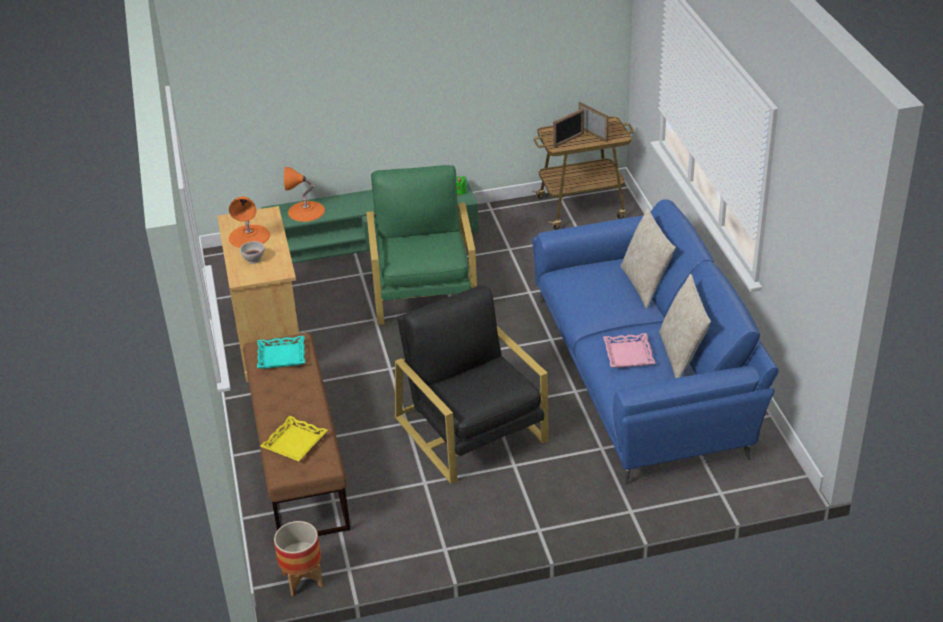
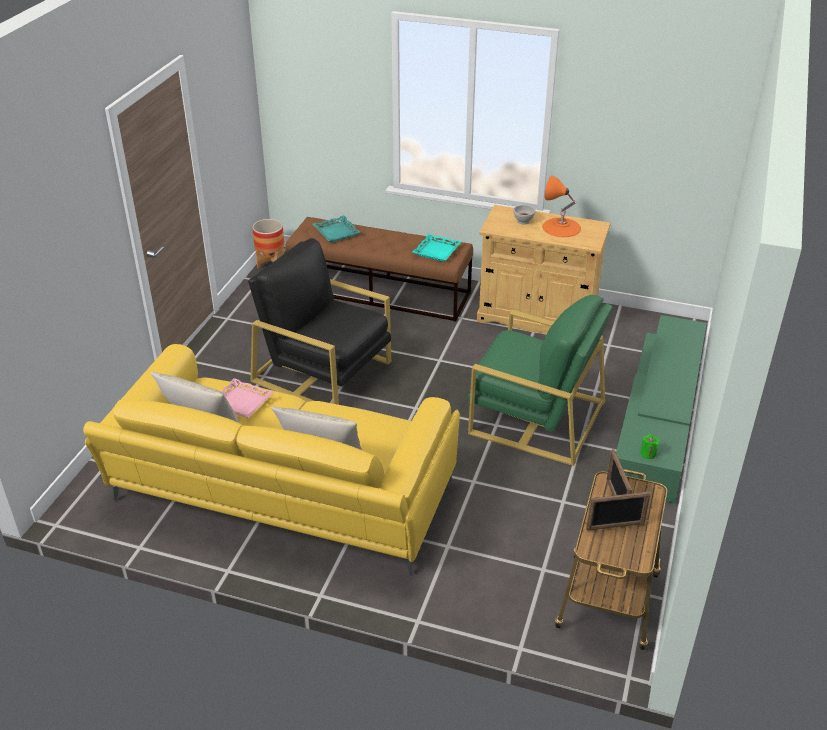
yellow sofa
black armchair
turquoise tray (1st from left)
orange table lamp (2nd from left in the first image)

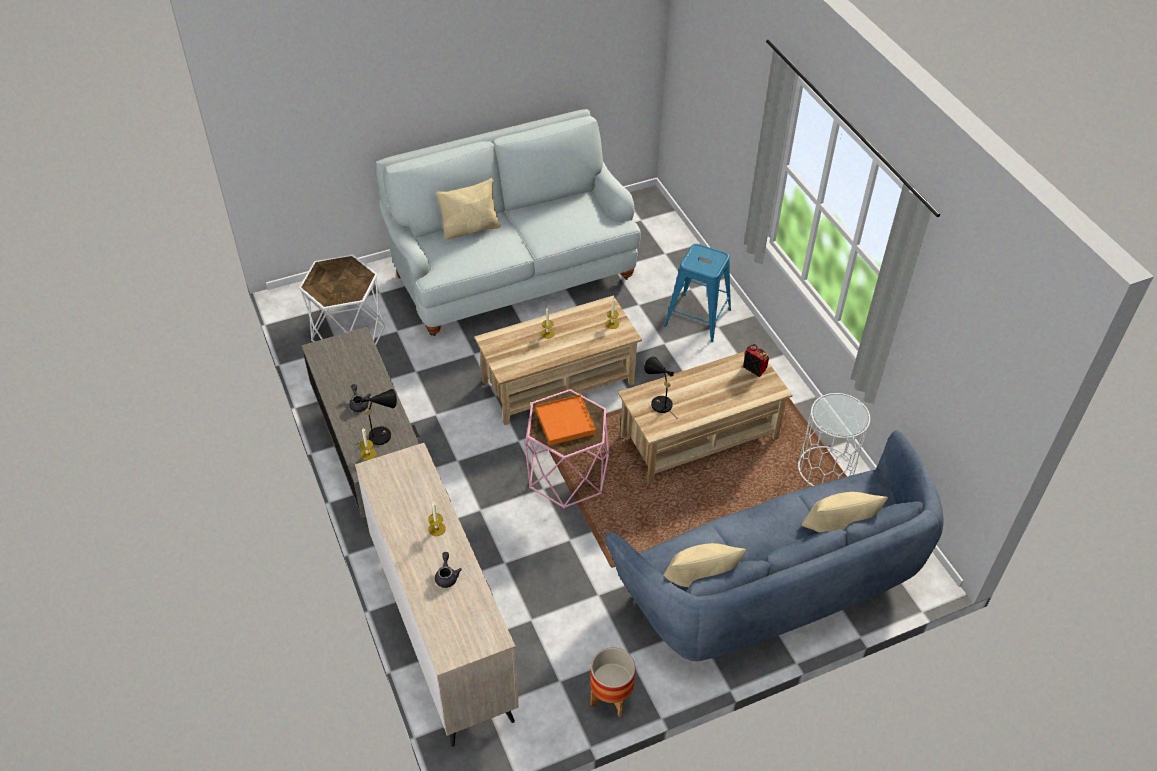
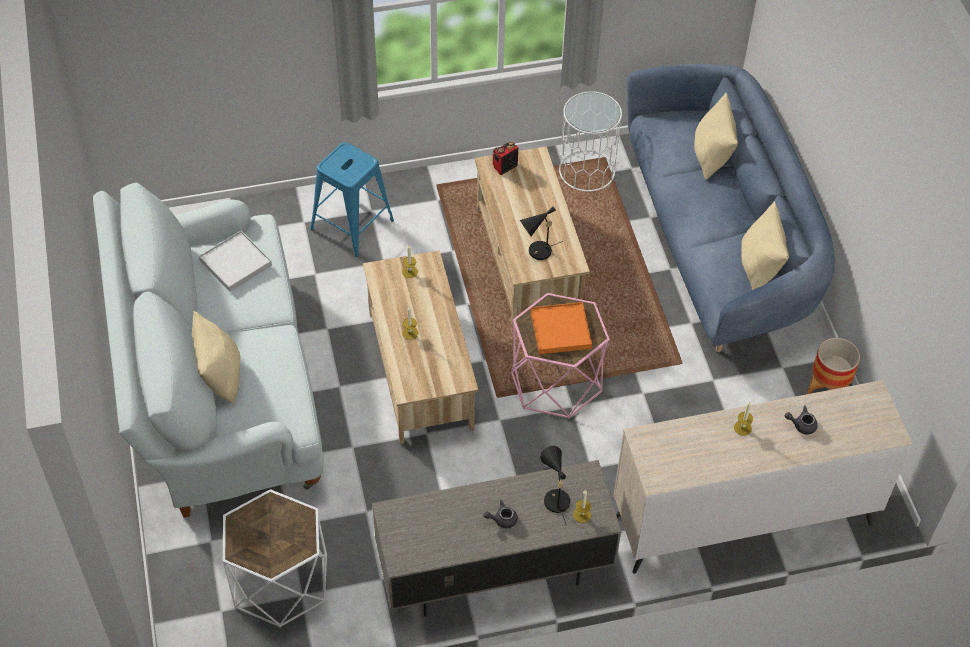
white tray

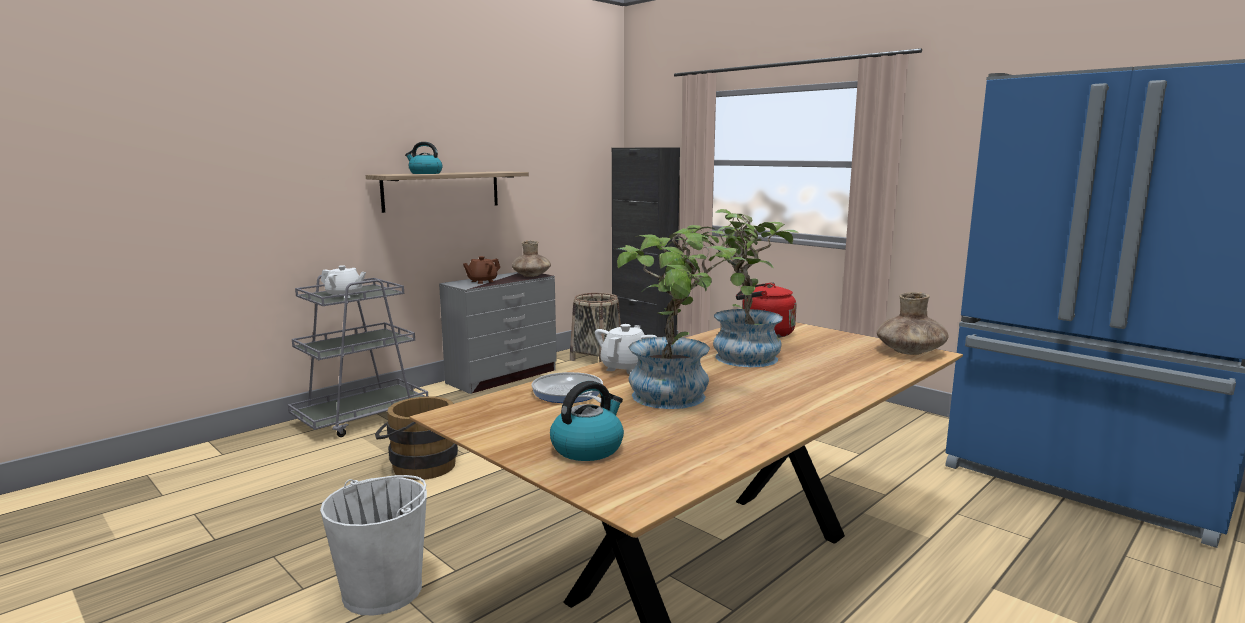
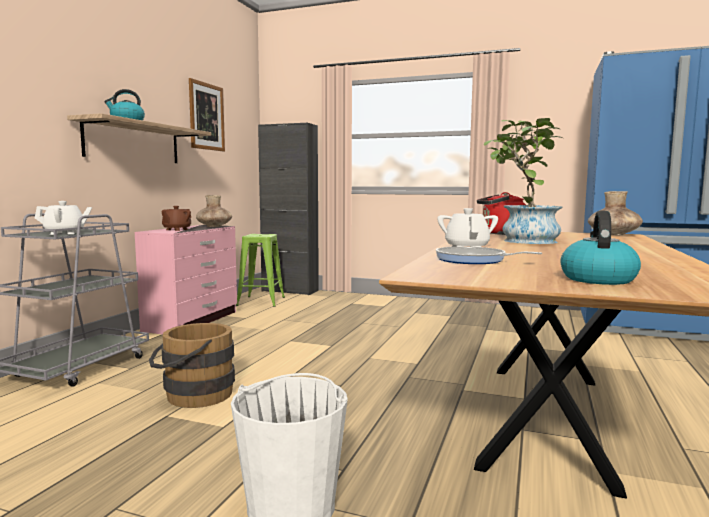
pink dresser
picture
green stool
potted plant (1st from left in the first image)

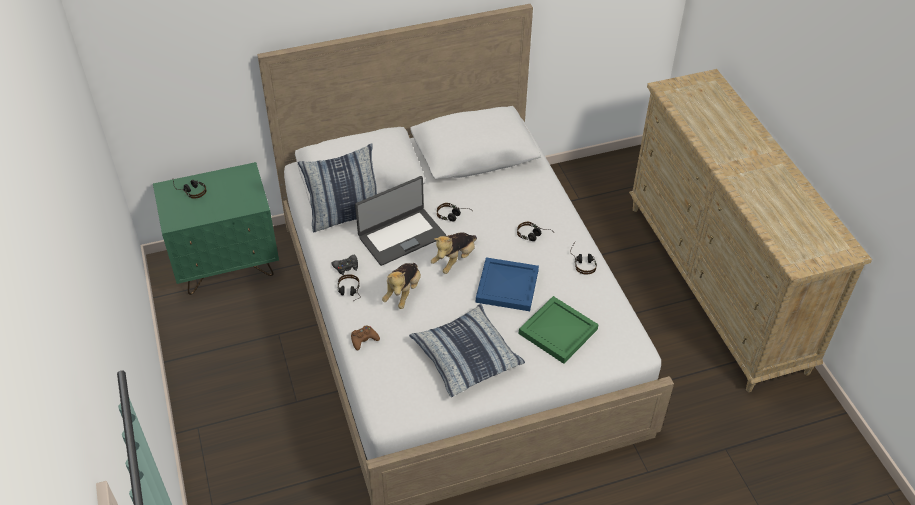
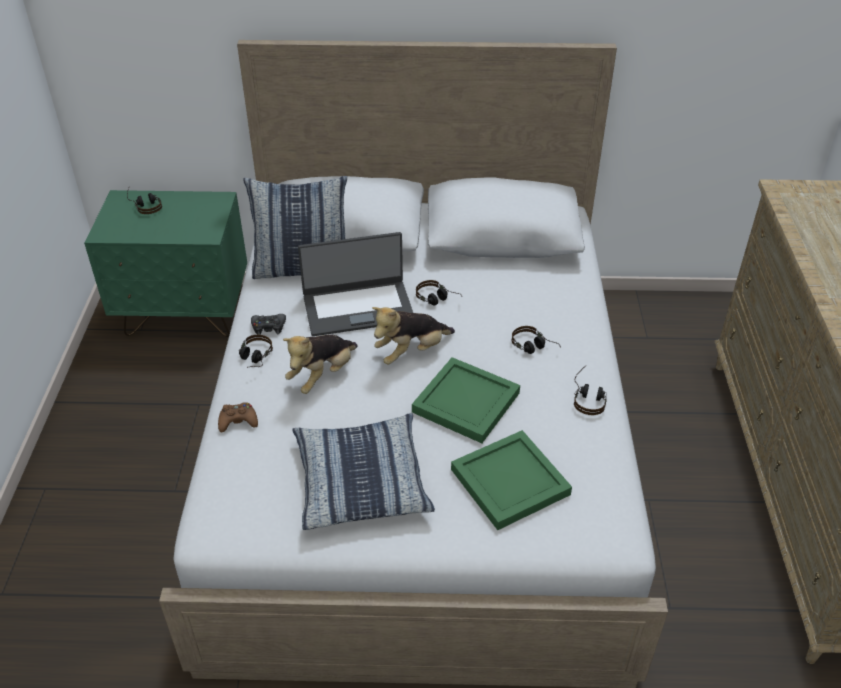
green tray (1st from left)

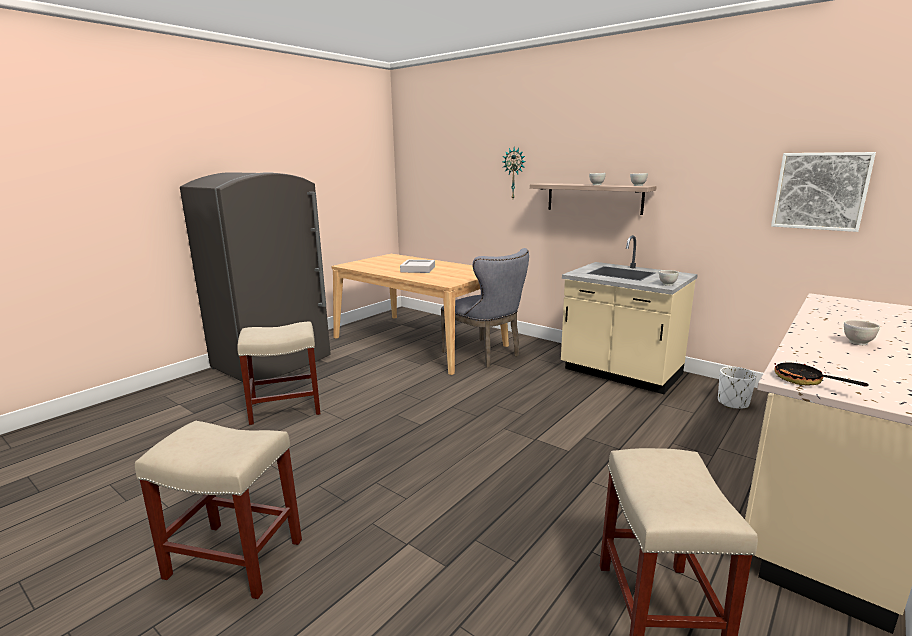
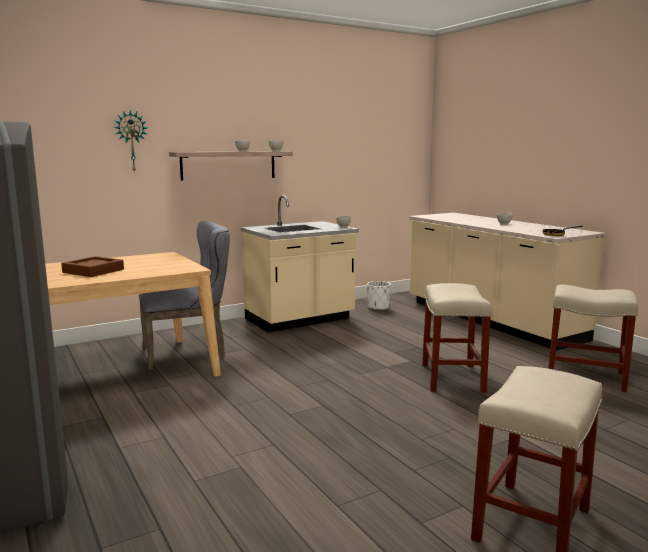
brown tray
beige stool (1st from left)
picture

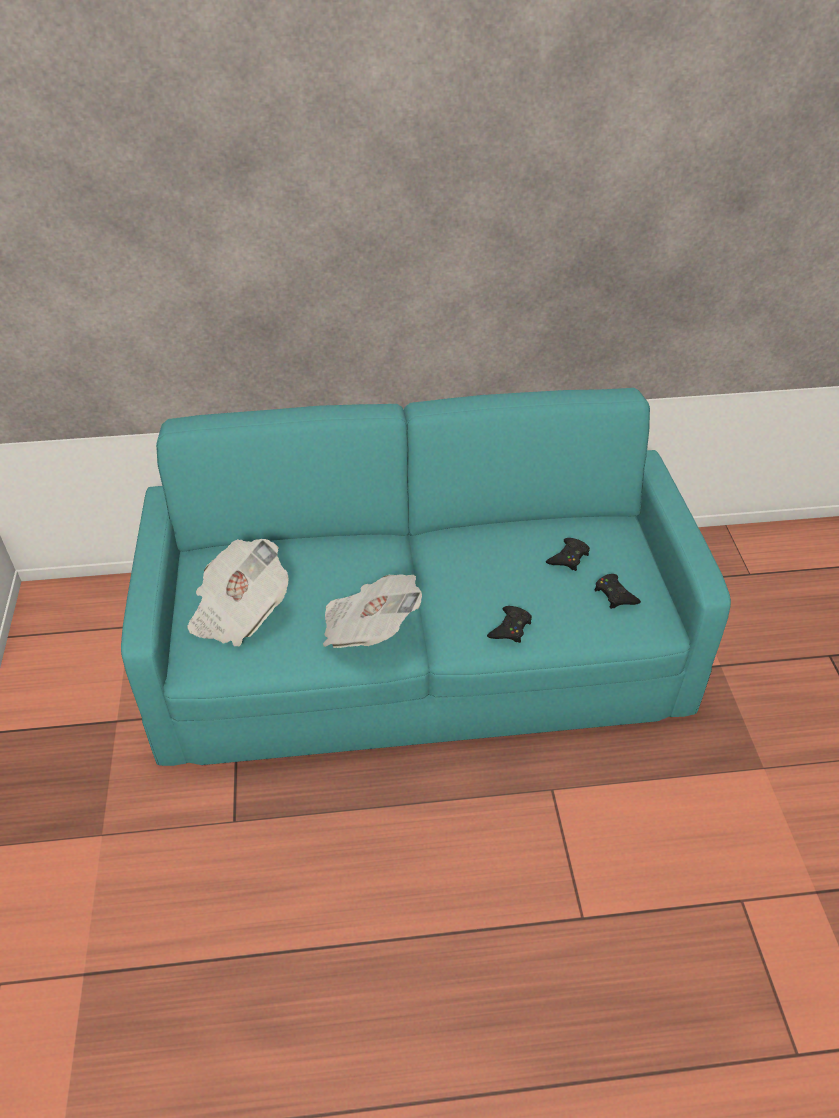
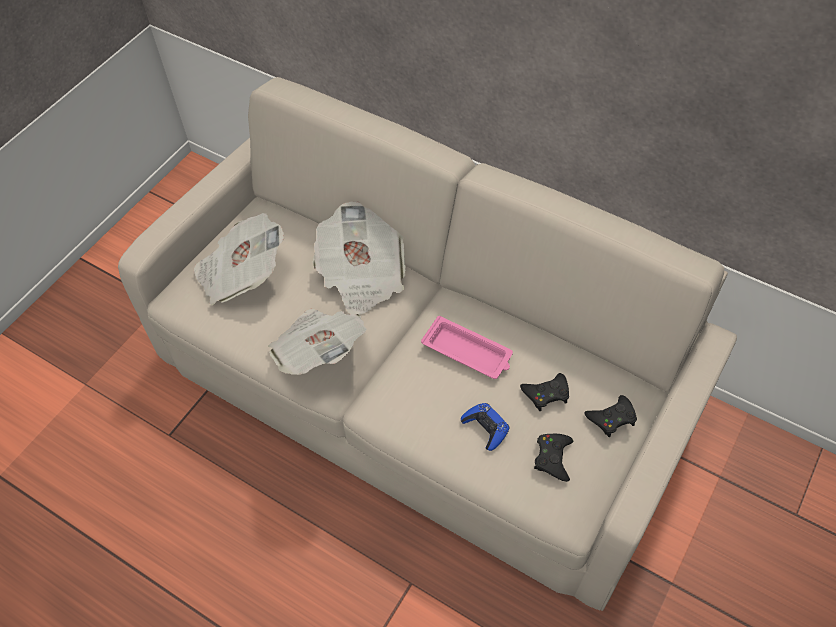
beige sofa
newspaper (3rd from left)
pink tray
blue game controller
black game controller (3rd from left)

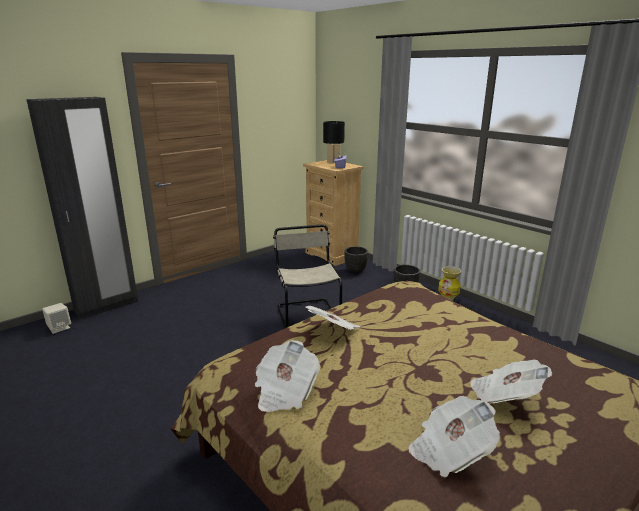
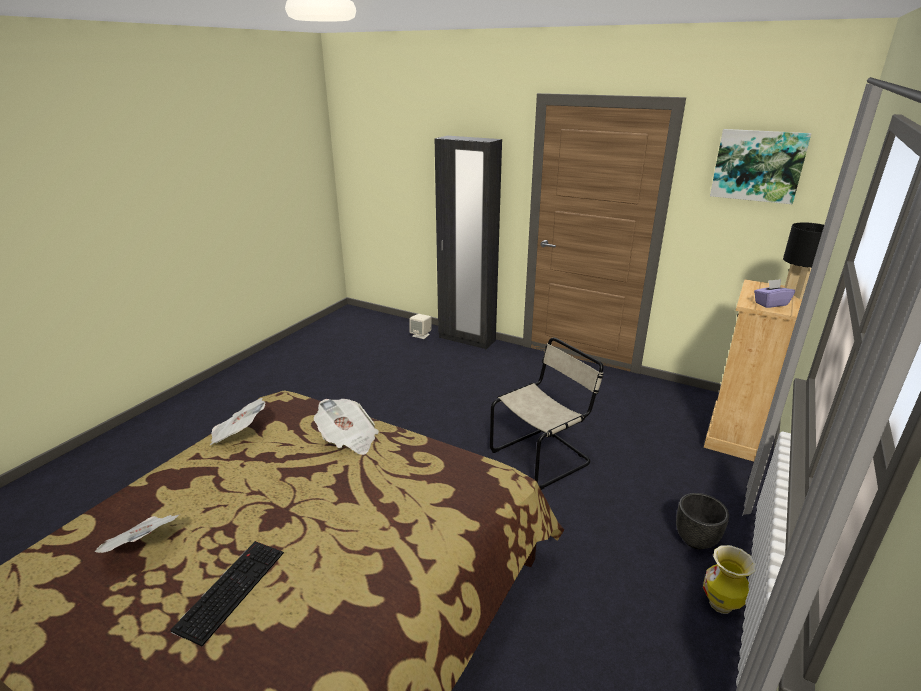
keyboard
picture
black planter (1st from left in the first image)

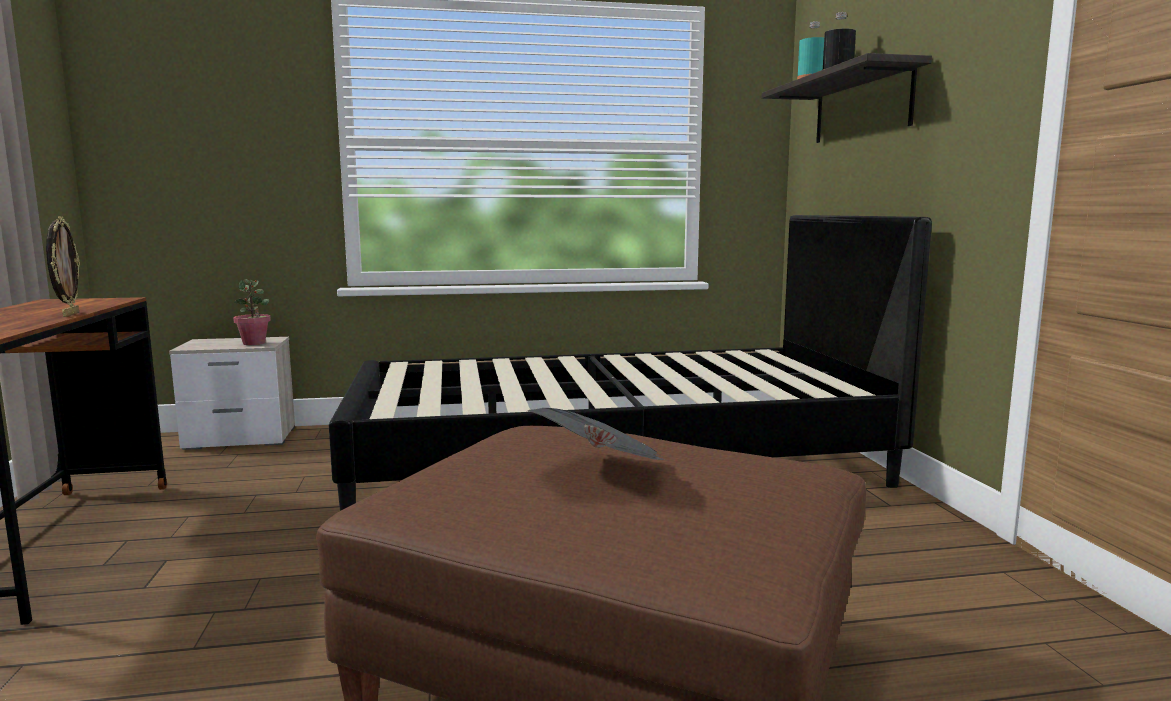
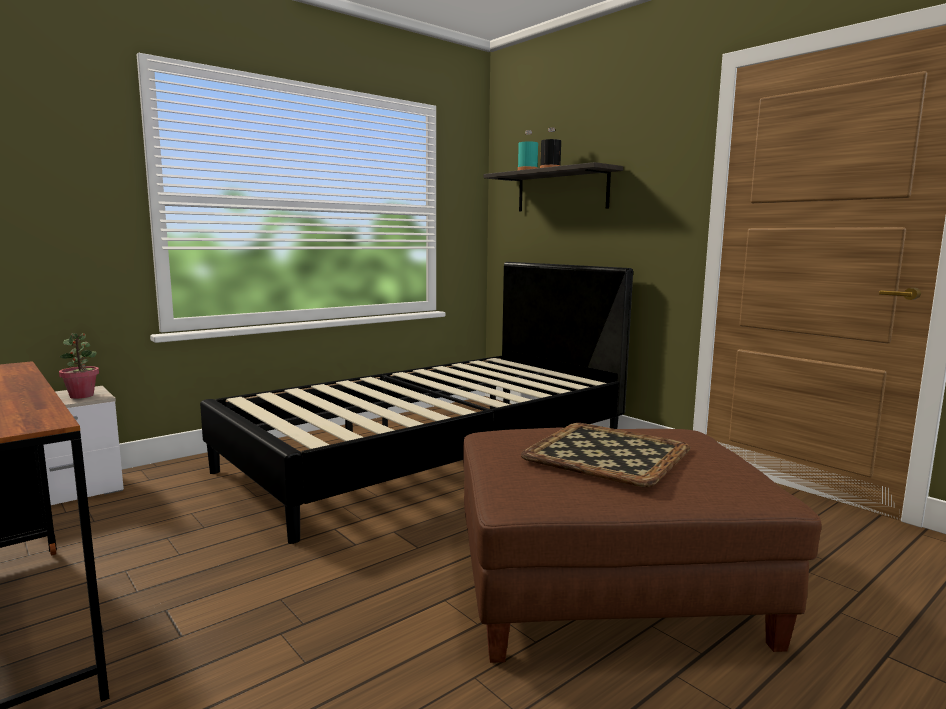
tray
picture frame

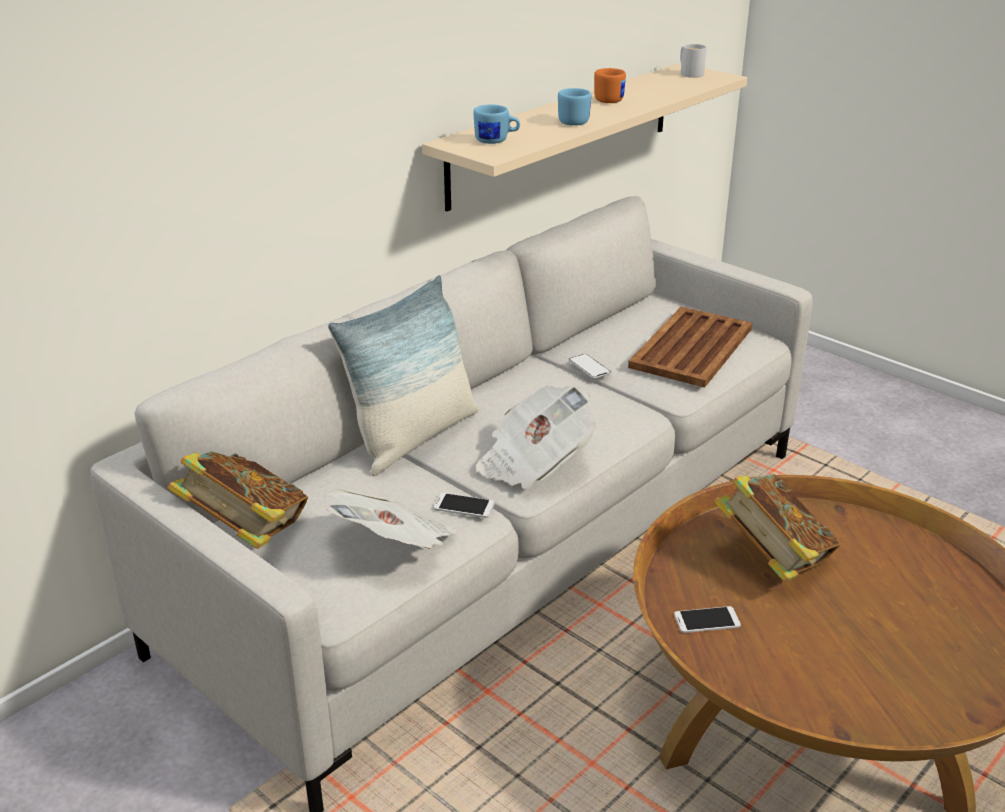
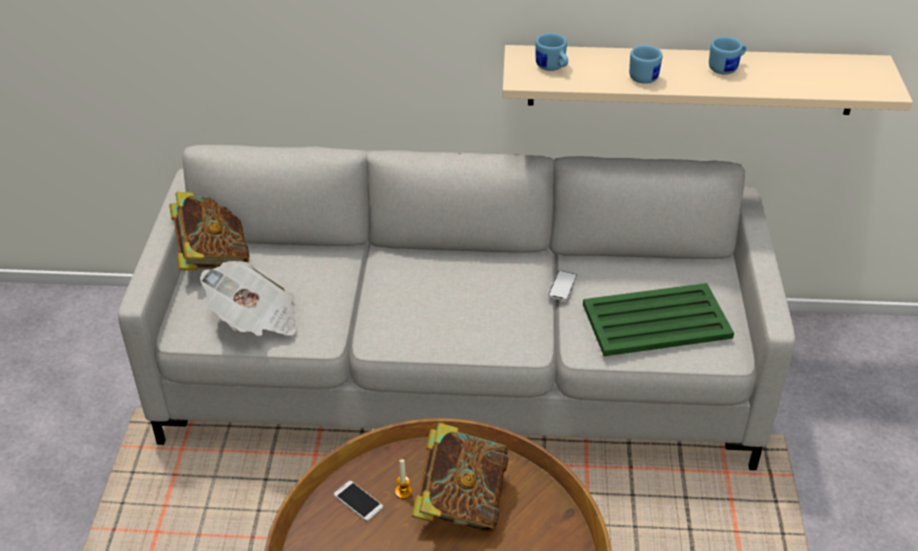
candle
green tray
blue mug (3rd from left)
pillow
phone (1st from left in the first image)
newspaper (2nd from left in the first image)
white mug

